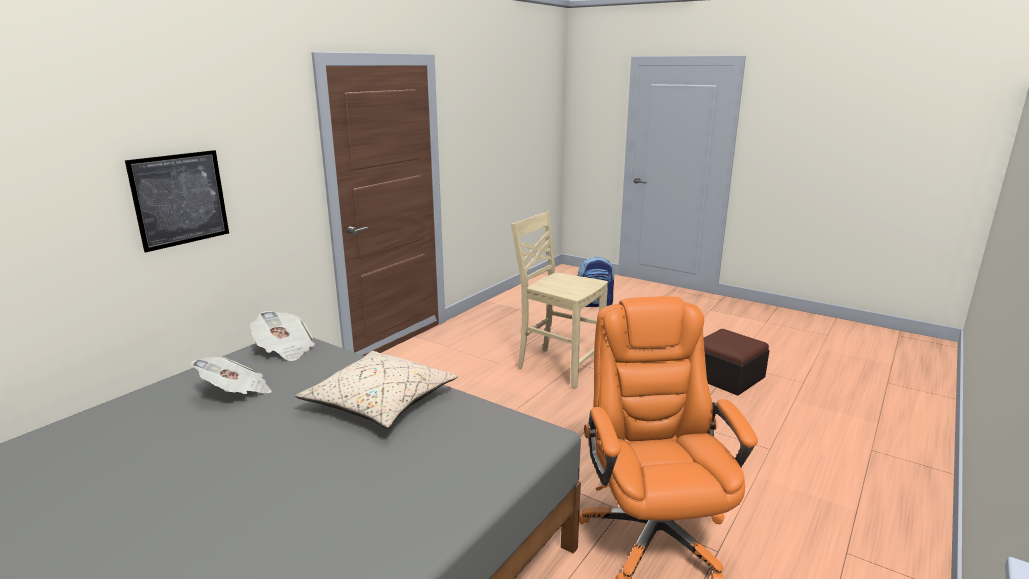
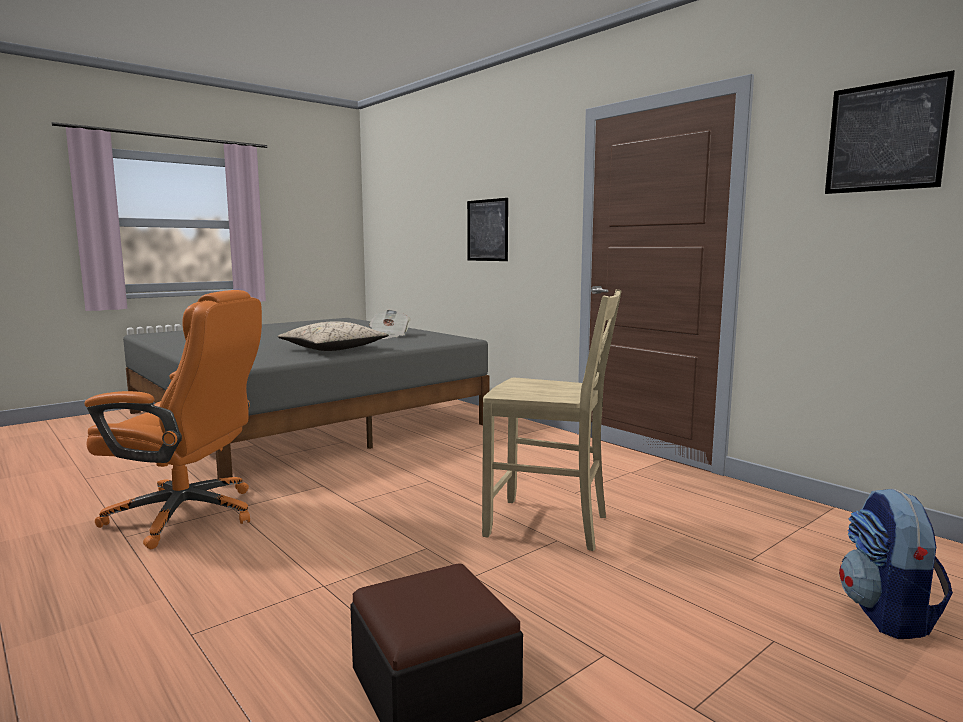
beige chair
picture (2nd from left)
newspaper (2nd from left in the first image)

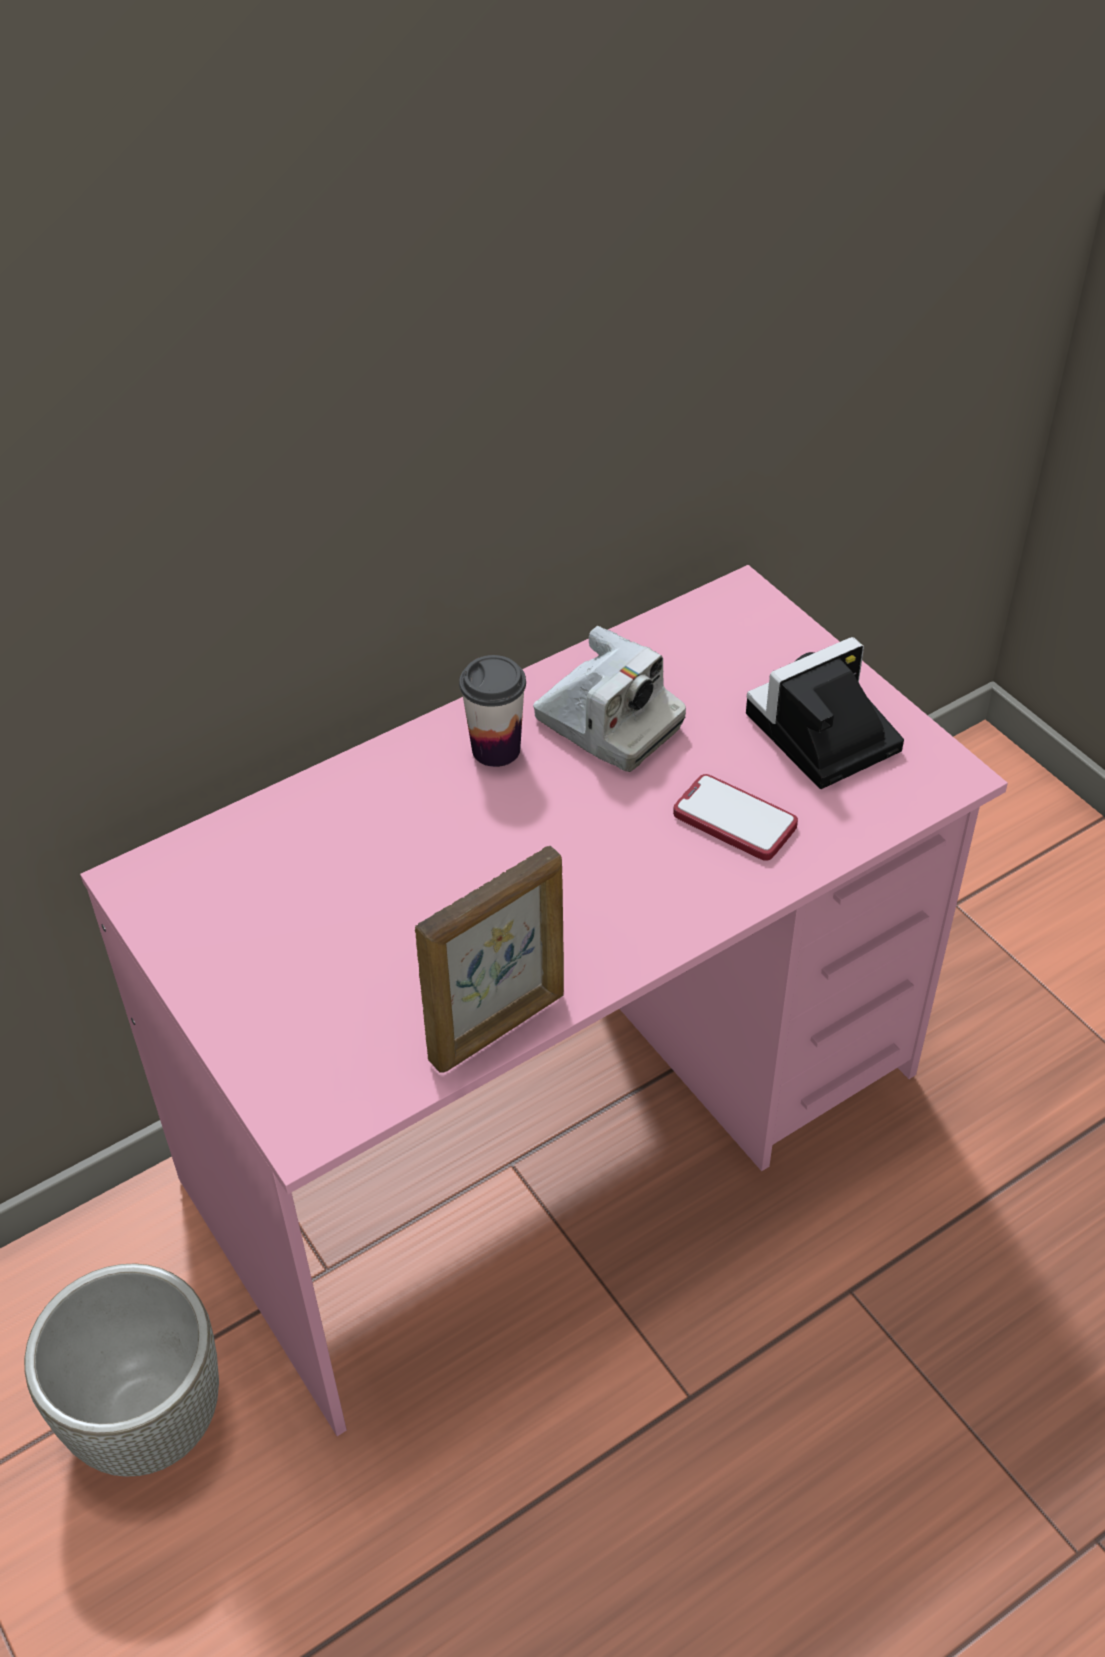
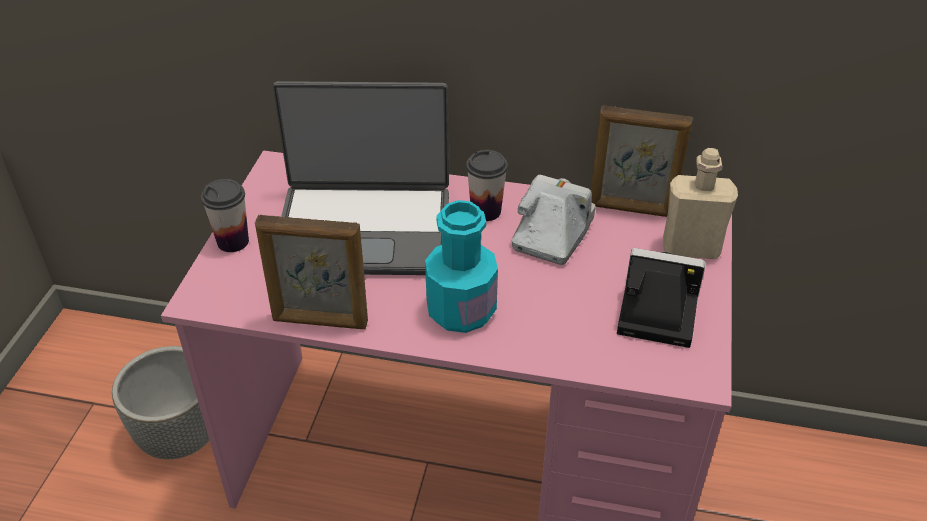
cup (1st from left)
laptop
turquoise bottle
photo camera (1st from left)
picture frame (2nd from left)
beige bottle
phone

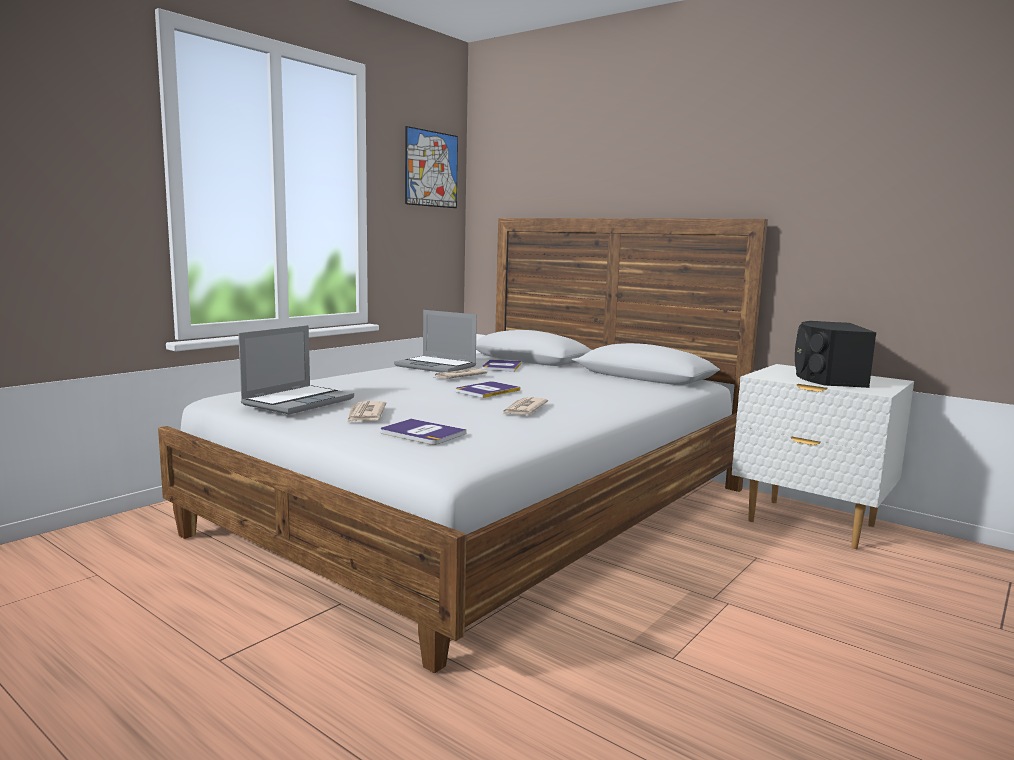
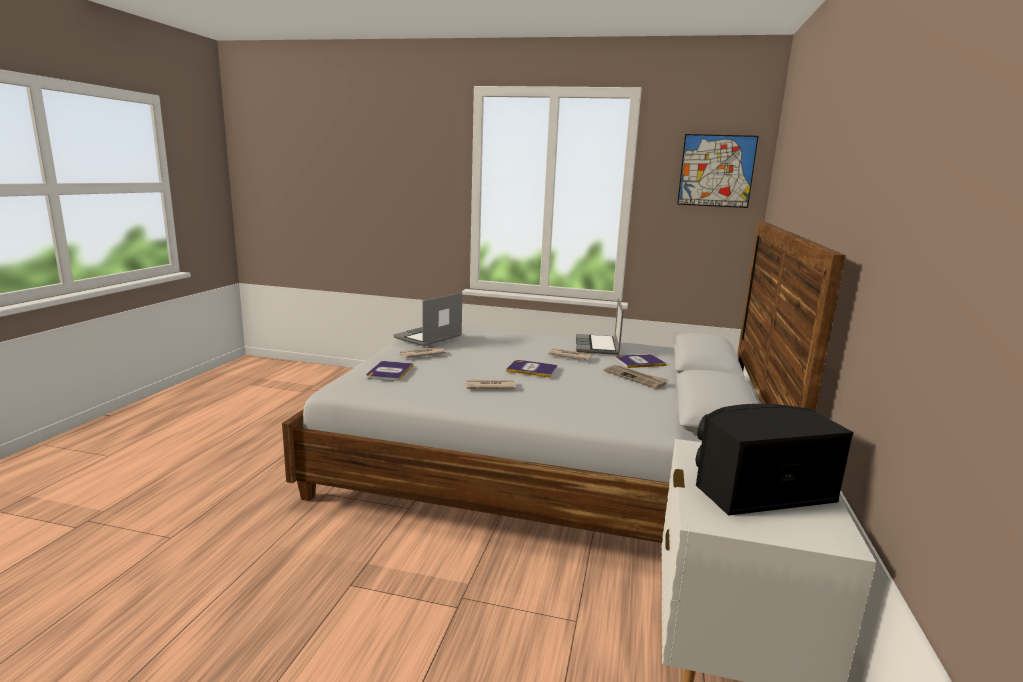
laptop (1st from left)
newspaper (4th from left)

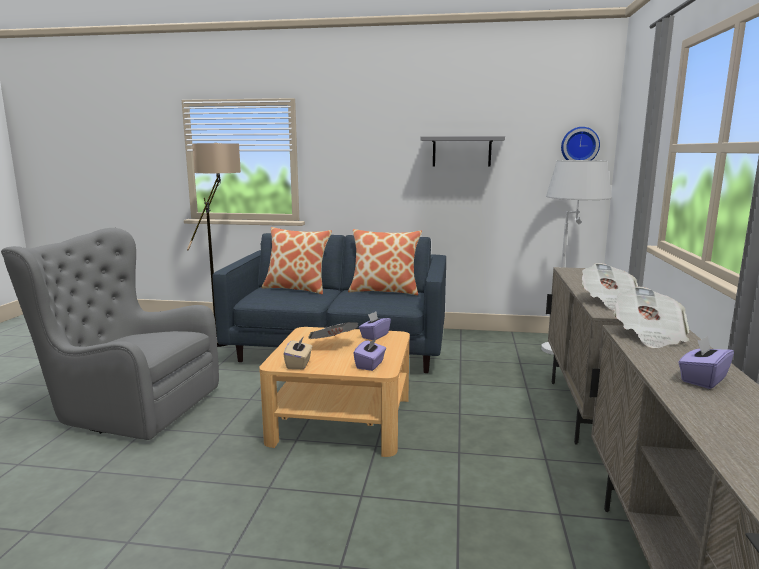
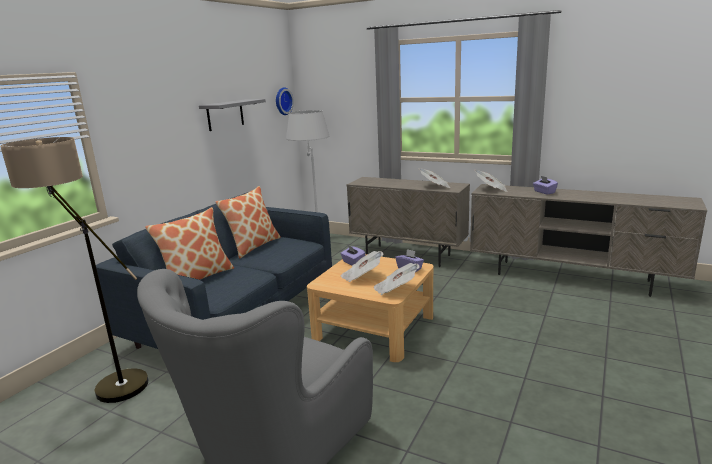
newspaper (2nd from left)

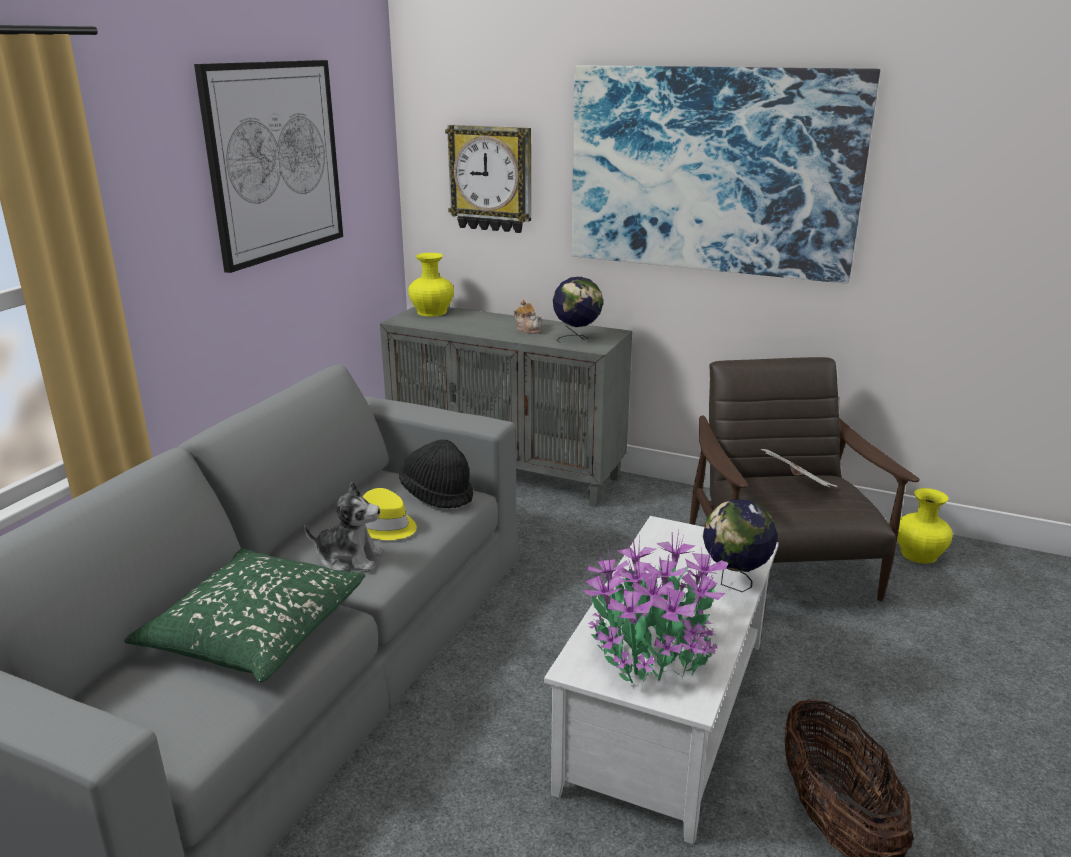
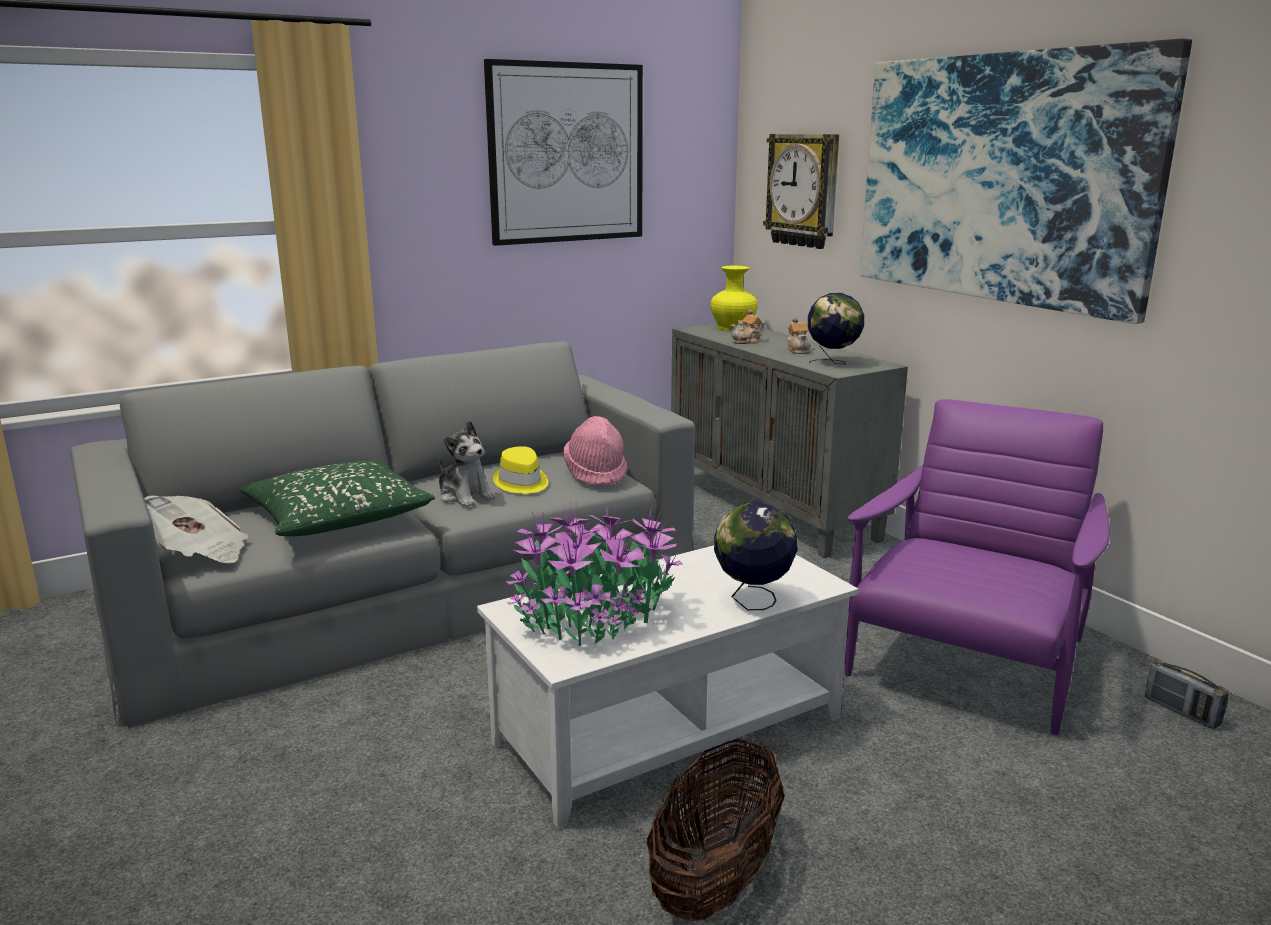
newspaper
pink hat
teapot (1st from left)
purple armchair
radio

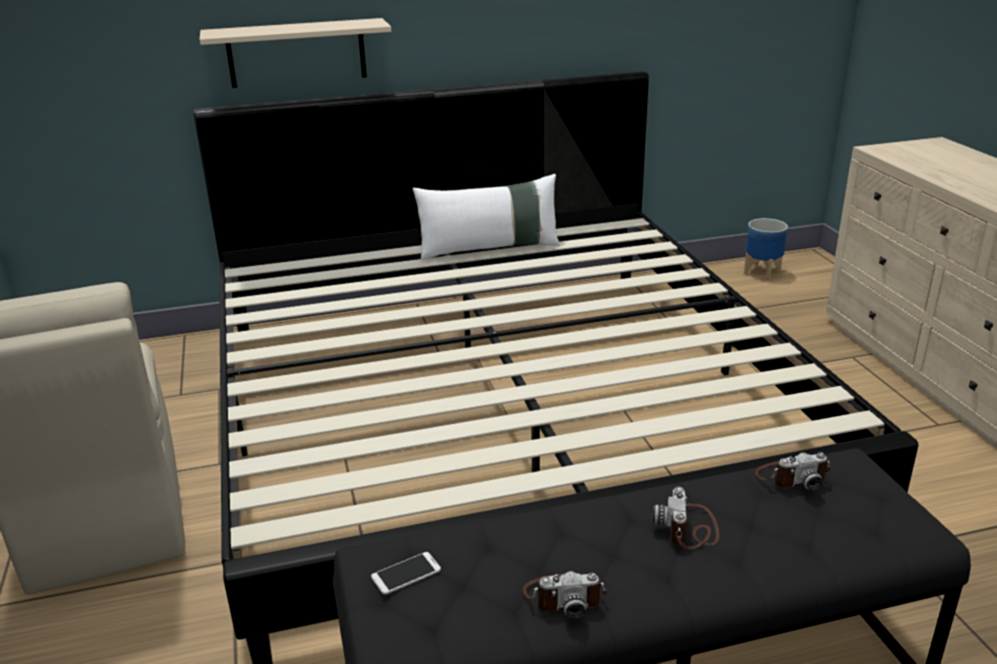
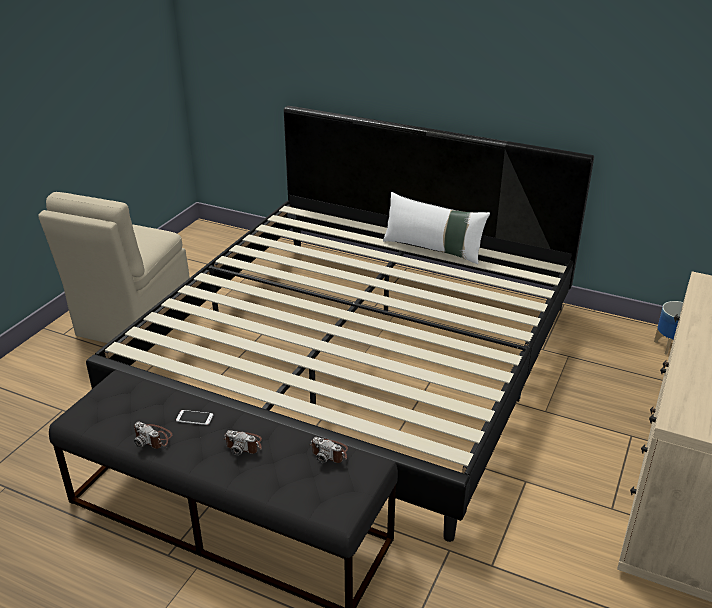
phone
photo camera (2nd from left)
beige shelf

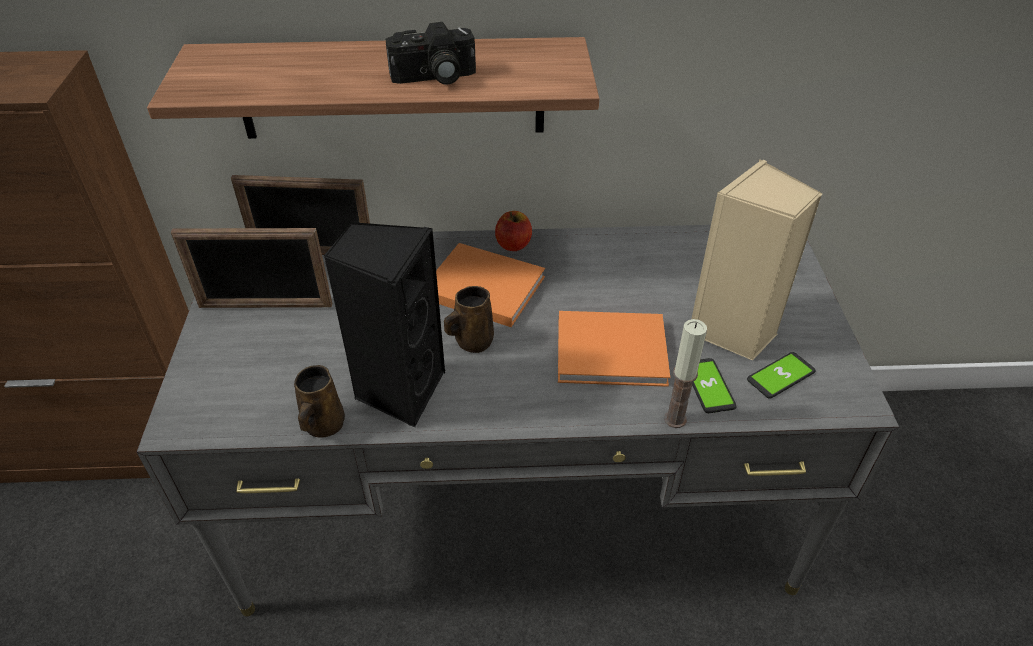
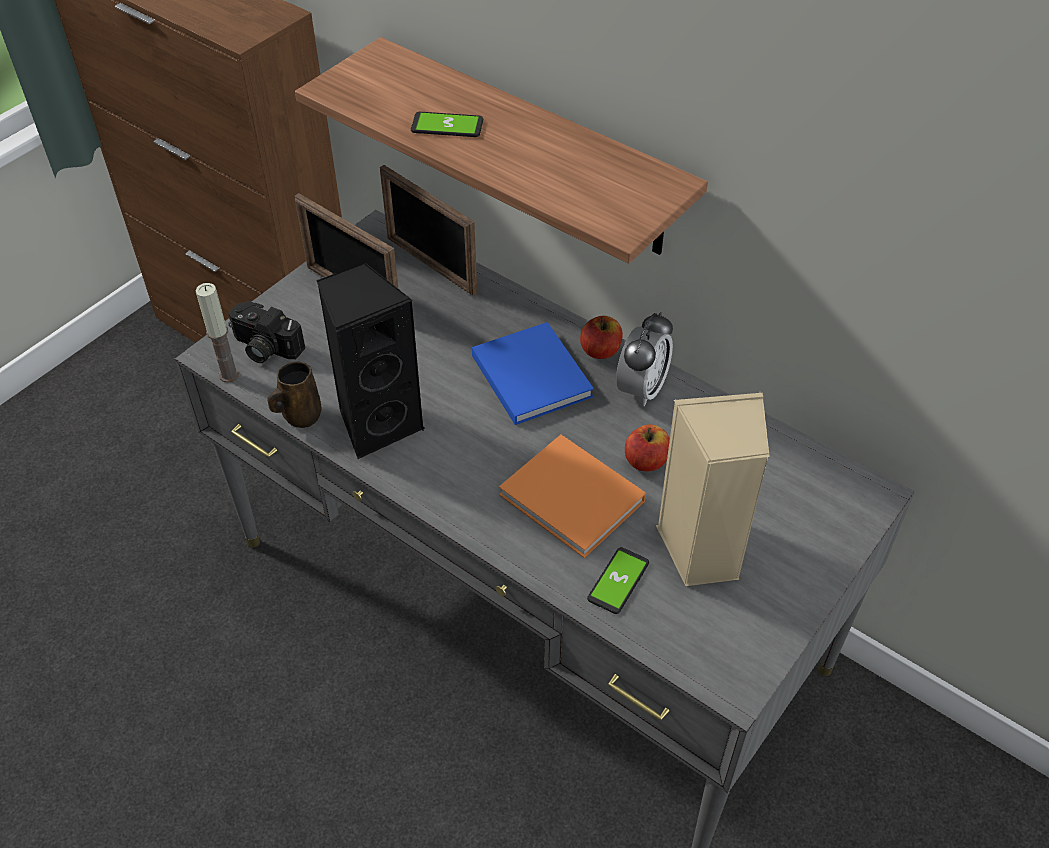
candle
photo camera
phone (1st from left)
blue book
alarm clock
apple (2nd from left)
brown mug (2nd from left in the first image)

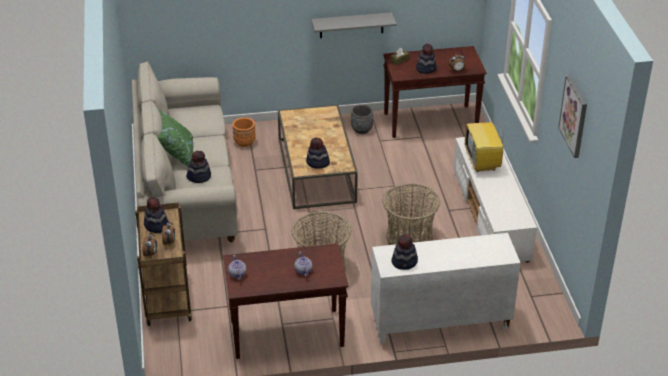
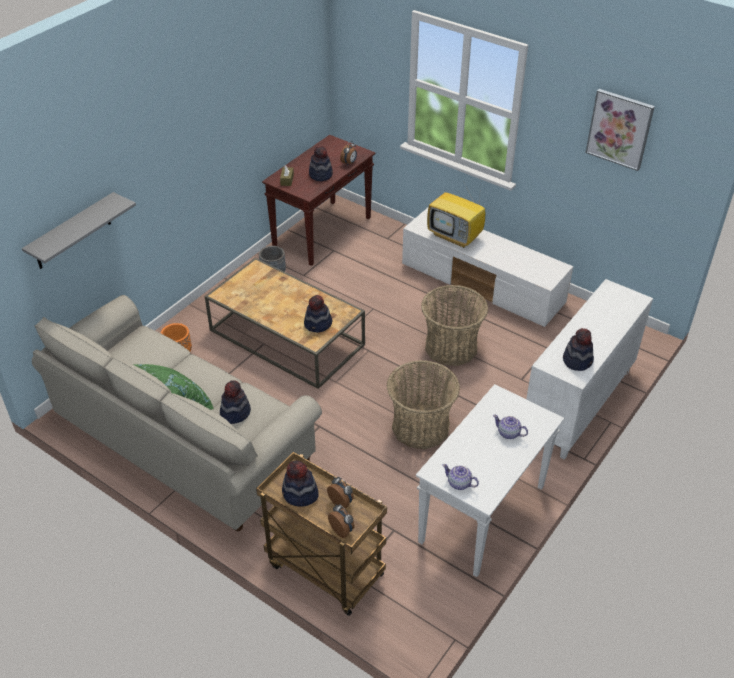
grey shelf
white console table

